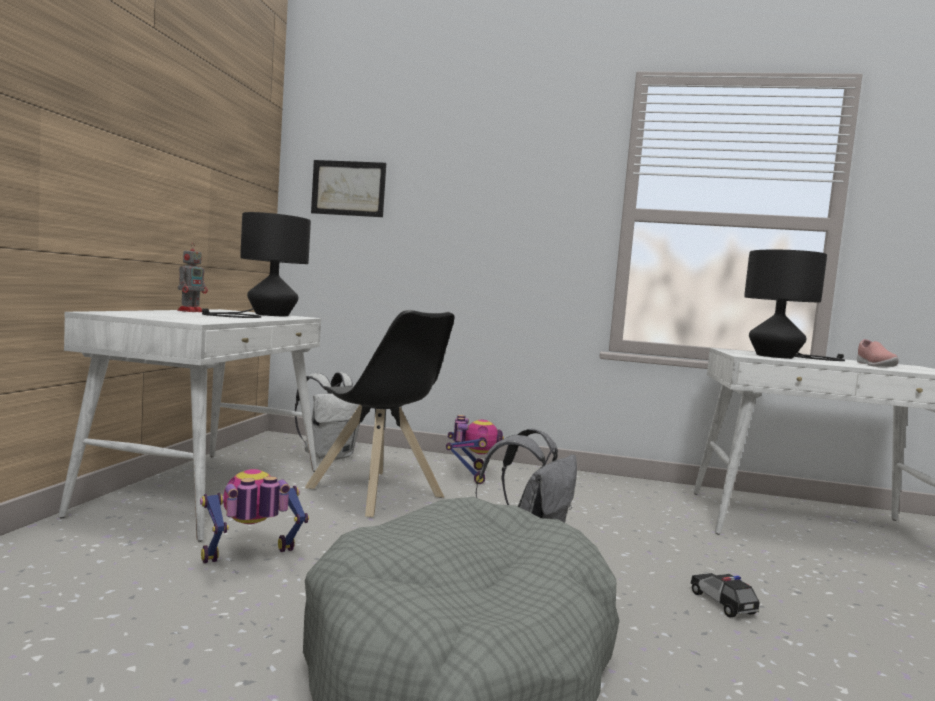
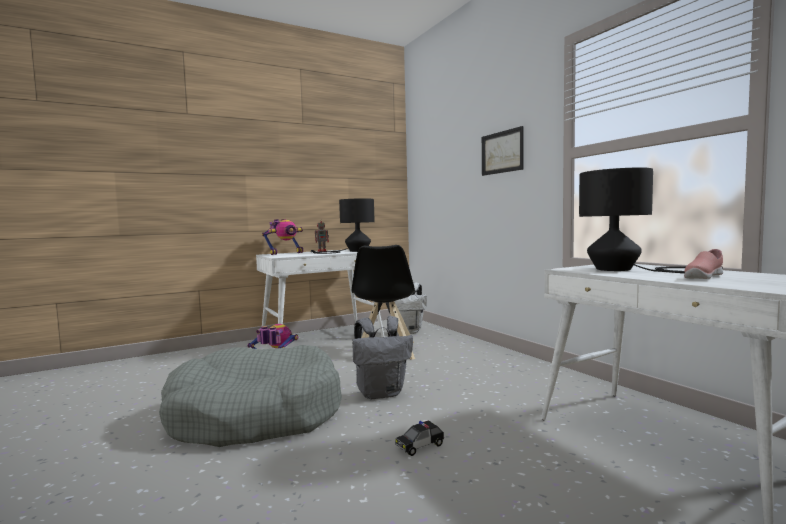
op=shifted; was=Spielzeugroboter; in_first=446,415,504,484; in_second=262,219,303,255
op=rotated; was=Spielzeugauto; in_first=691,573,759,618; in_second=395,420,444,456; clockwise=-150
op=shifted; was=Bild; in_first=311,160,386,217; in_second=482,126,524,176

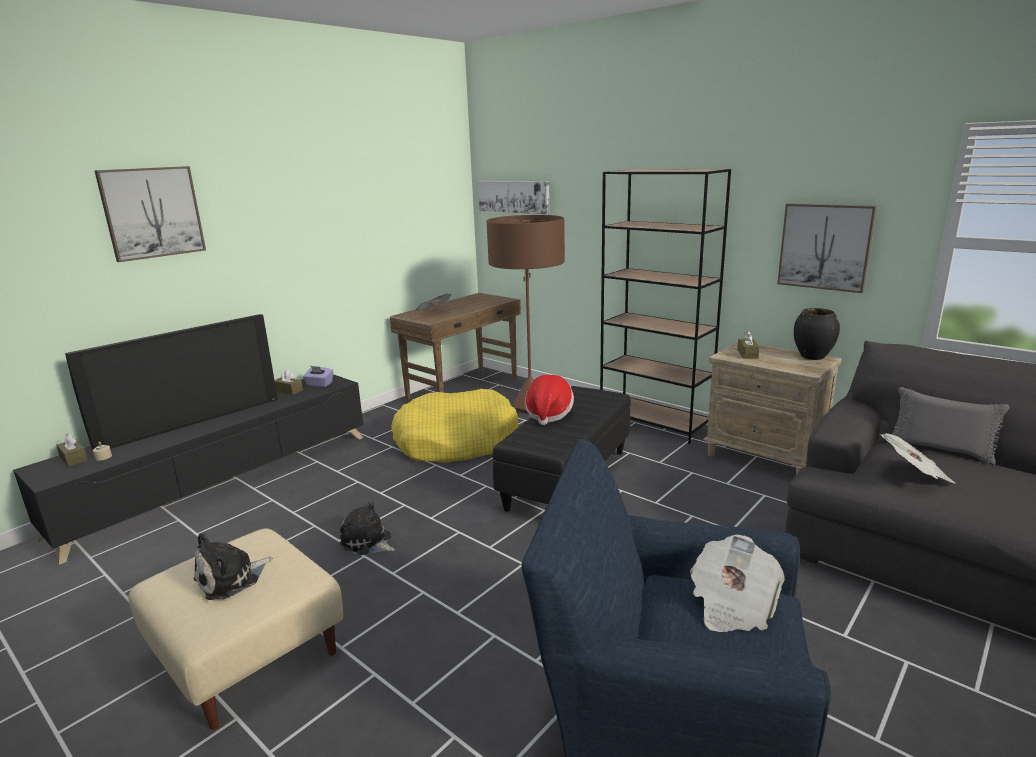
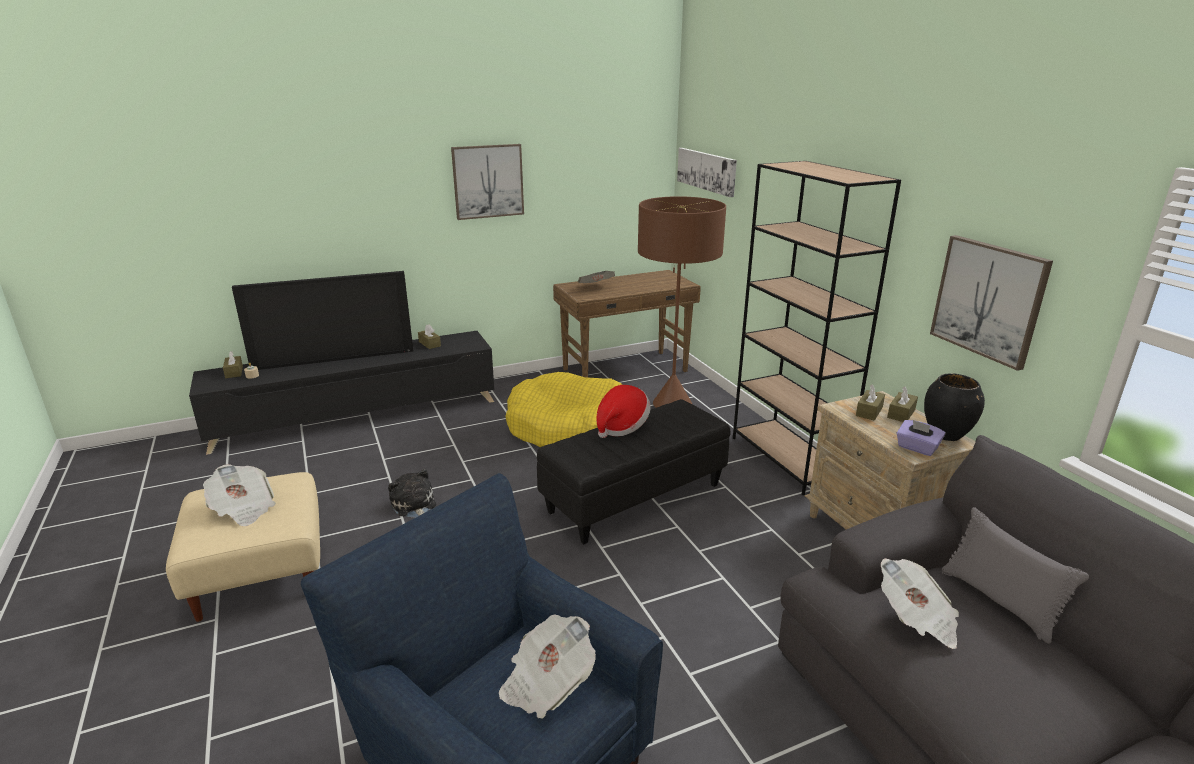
op=swapped; was=Plüschtier; now=Zeitung; in_first=193,532,272,600; in_second=203,464,276,526
op=shifted; was=Bild; in_first=94,166,206,262; in_second=451,144,524,220
op=new; now=Taschentuchbox/braun; in_second=887,386,918,422
op=shifted; was=Taschentuchbox/lila; in_first=303,366,333,387; in_second=896,420,945,456

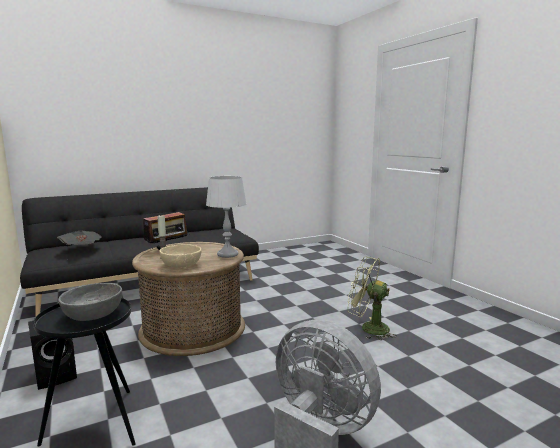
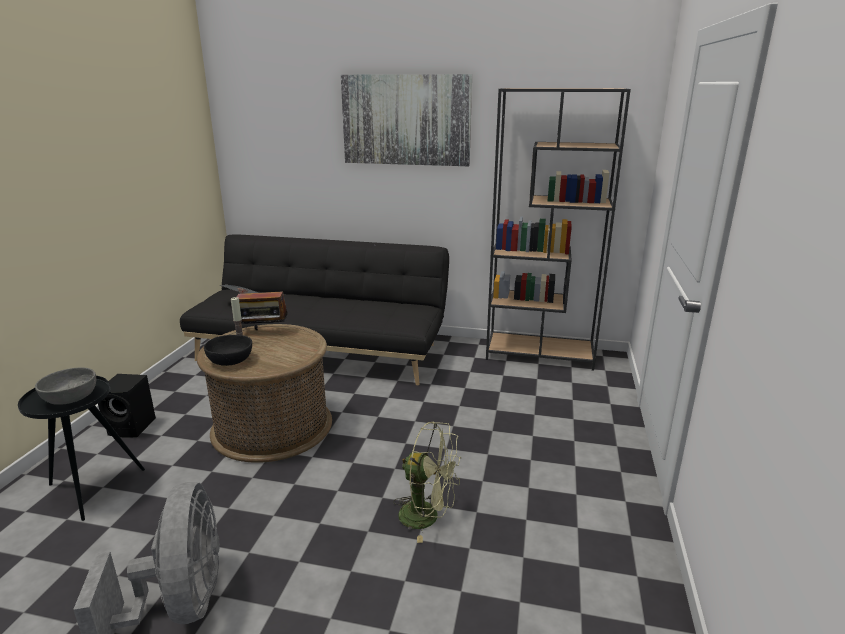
op=repainted; was=Schüssel/beige; now=Schüssel/schwarz; in_first=159,244,202,268; in_second=204,335,252,366
op=new; now=Bild; in_second=341,74,472,166
op=rotated; was=Ventilator/grün; in_first=348,257,397,340; in_second=393,422,461,543; clockwise=135
op=new; now=Bücherregal; in_second=486,88,631,371
op=gone; was=Tischlampe/grau; in_first=206,176,247,258

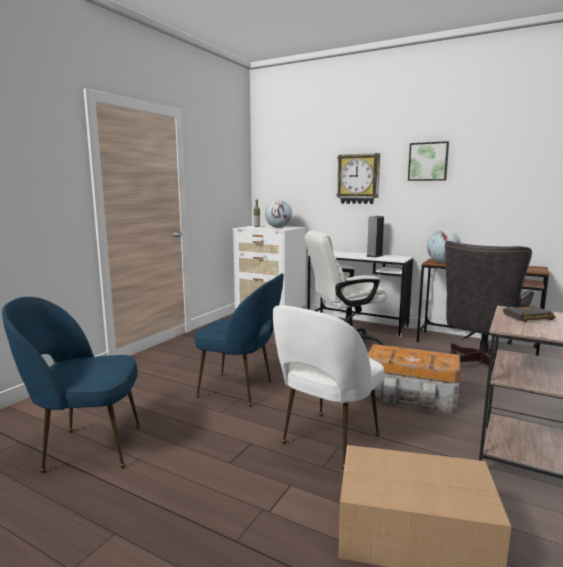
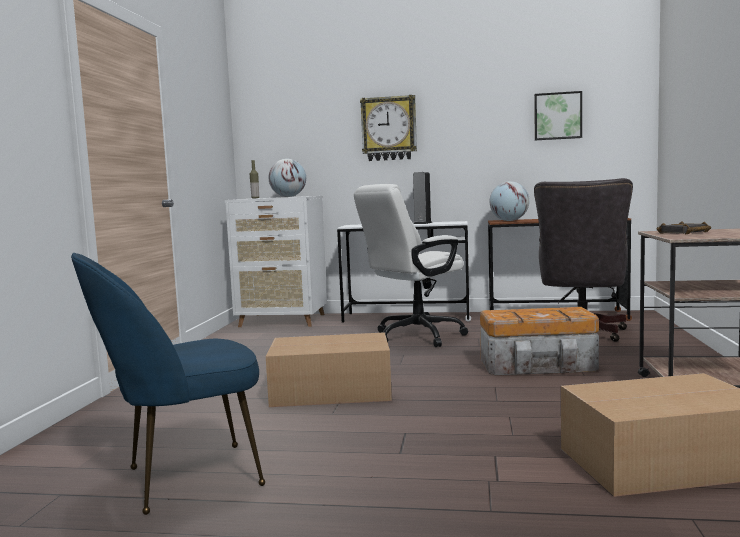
op=swapped; was=Stuhl/blau; now=Karton; in_first=195,273,284,406; in_second=266,332,392,407
op=shifted; was=Bild; in_first=408,141,449,181; in_second=534,91,582,140
op=gone; was=Stuhl/weiß; in_first=273,305,384,469

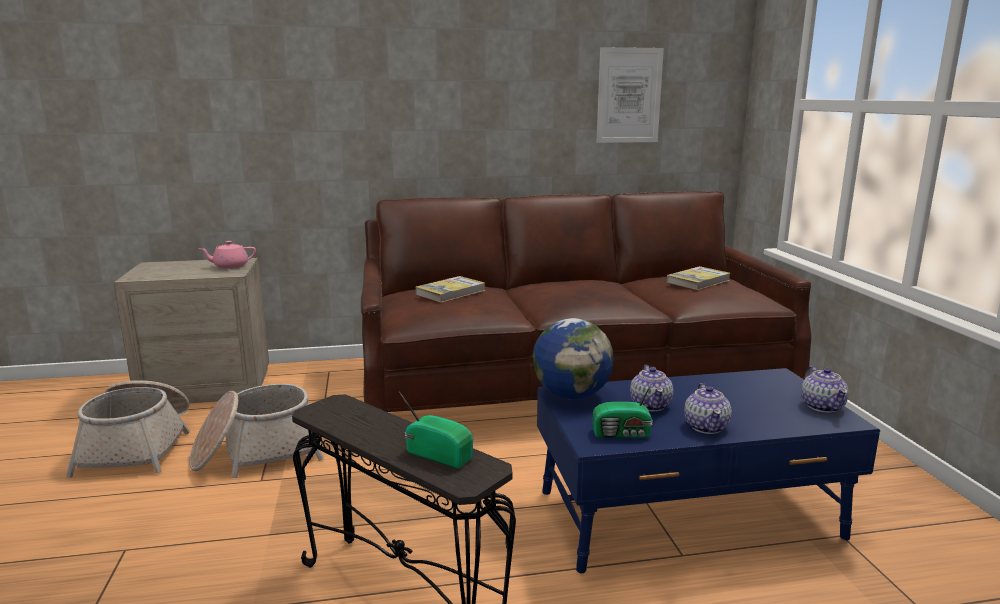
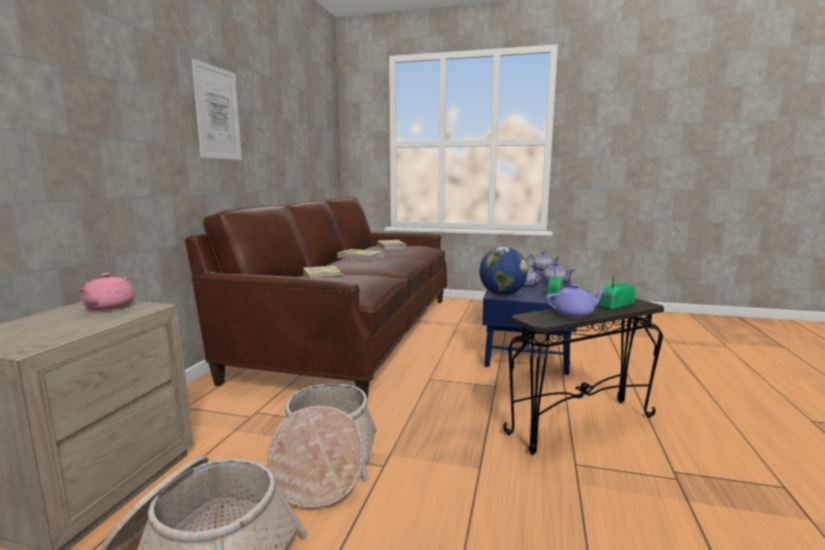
op=shifted; was=Bild; in_first=596,47,664,143; in_second=192,59,242,160
op=new; now=Buch; in_second=337,249,384,261
op=new; now=Teekanne/lila; in_second=546,284,606,318

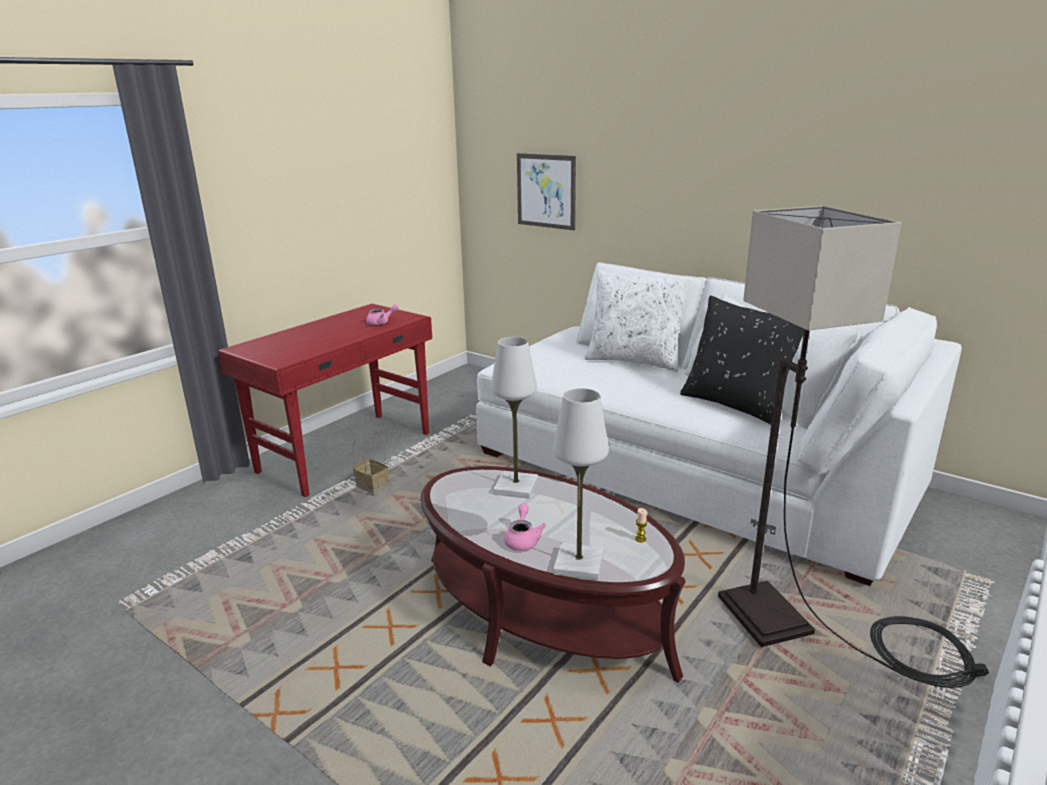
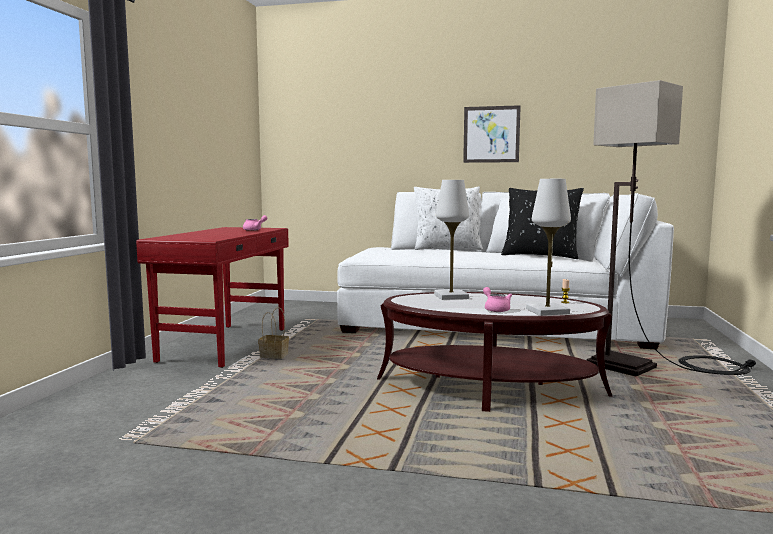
op=shifted; was=Bild; in_first=517,153,576,230; in_second=463,105,521,163

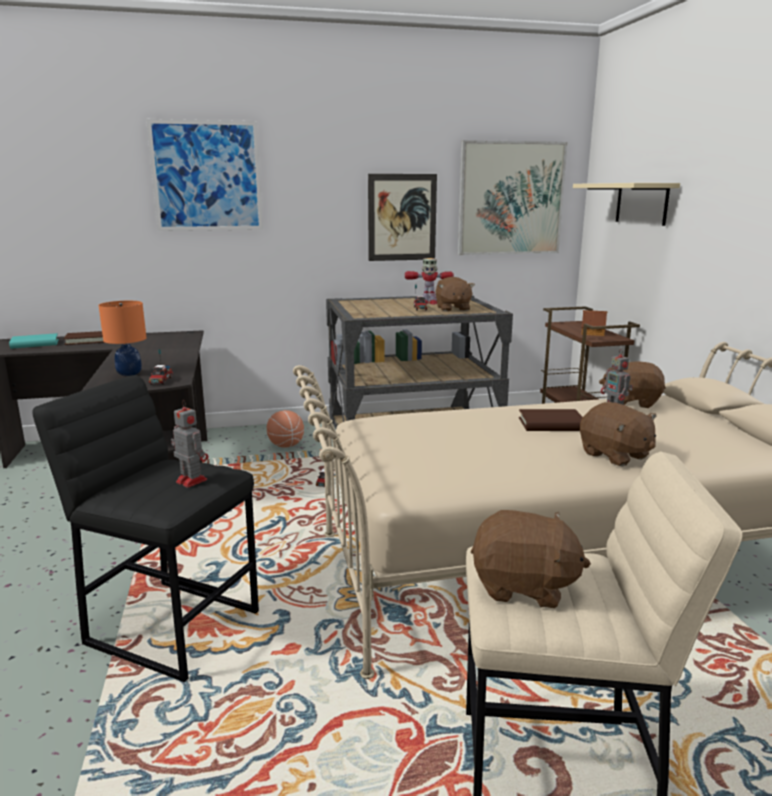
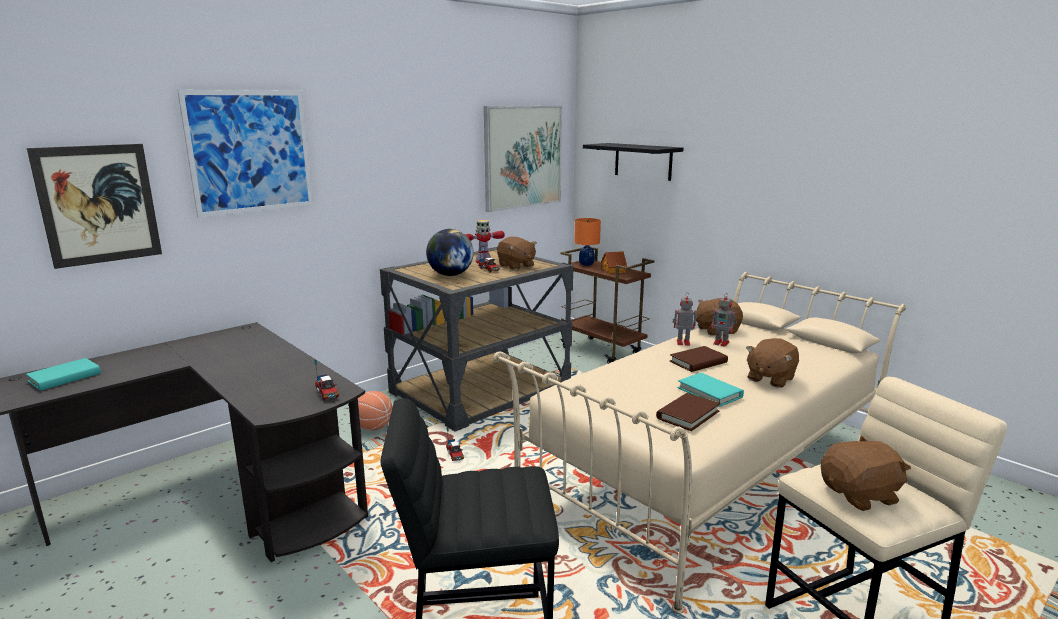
op=shifted; was=Bild; in_first=368,174,437,261; in_second=27,144,162,269
op=new; now=Globus; in_second=426,229,474,276
op=shifted; was=Tischlampe/orange; in_first=99,301,147,376; in_second=574,218,601,266
op=repainted; was=Wandregal/beige; now=Wandregal/schwarz; in_first=573,183,680,226; in_second=583,143,684,181
op=shifted; was=Buch/braun; in_first=64,331,105,345; in_second=656,393,720,431
op=shifted; was=Spielzeugroboter; in_first=171,401,208,488; in_second=673,294,697,346
op=new; now=Buch/türkis; in_second=678,373,744,407
op=rotated; was=Plüschtier/braun; in_first=580,402,656,467; in_second=746,338,799,388; clockwise=105

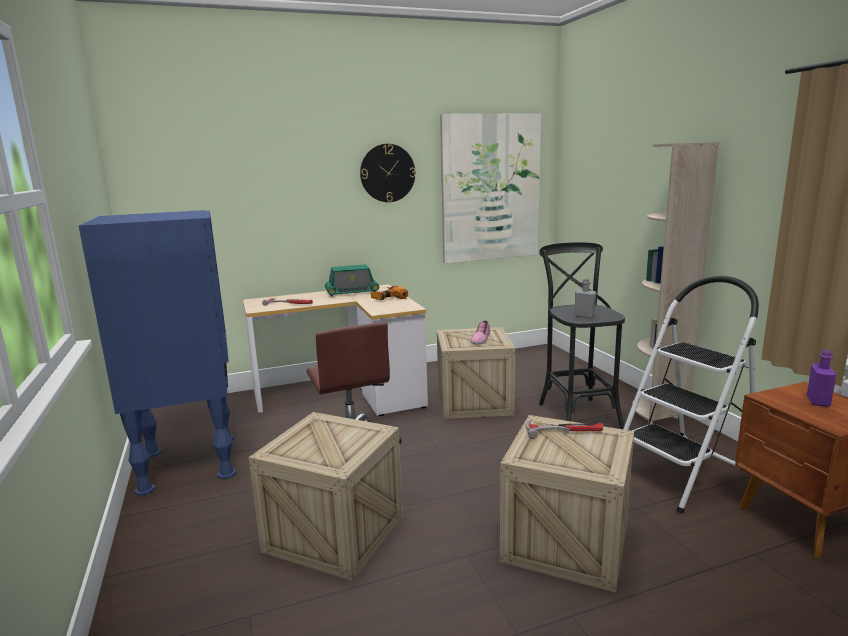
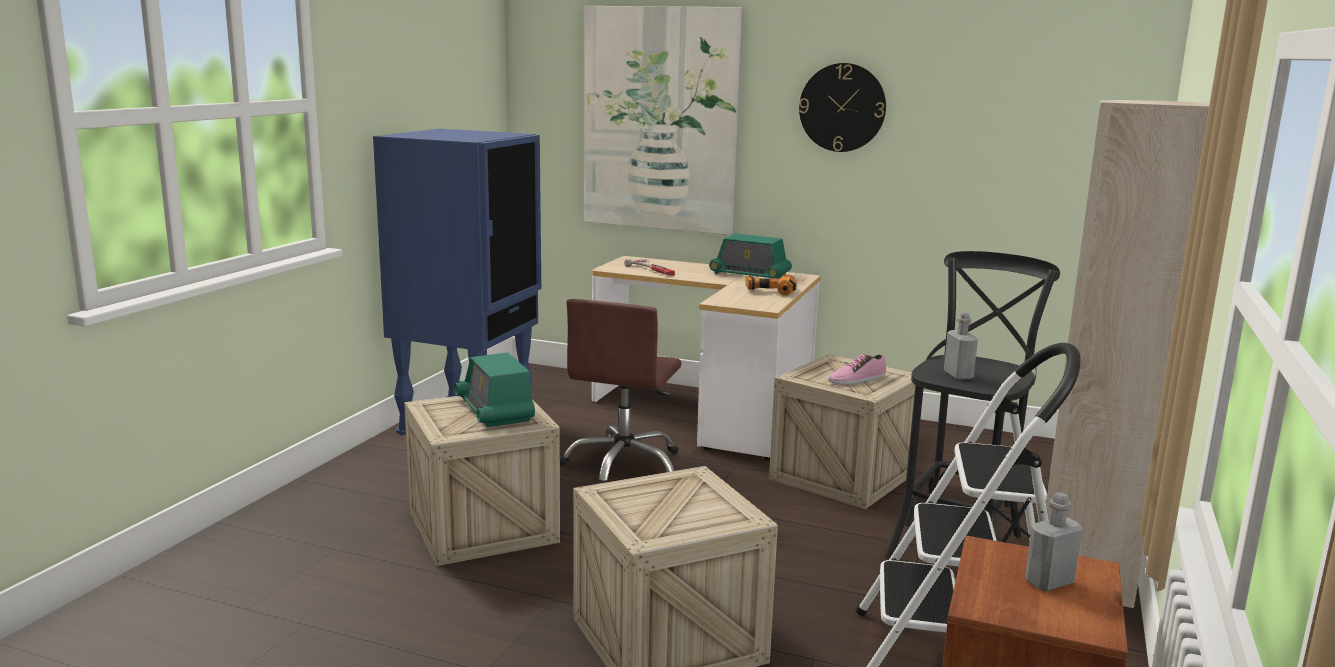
op=new; now=Radio; in_second=454,352,535,427
op=shifted; was=Bild; in_first=440,113,541,264; in_second=584,6,744,235
op=repainted; was=Flasche/lila; now=Flasche/grau; in_first=807,350,837,407; in_second=1025,492,1083,592
op=gone; was=Hammer; in_first=526,419,603,439

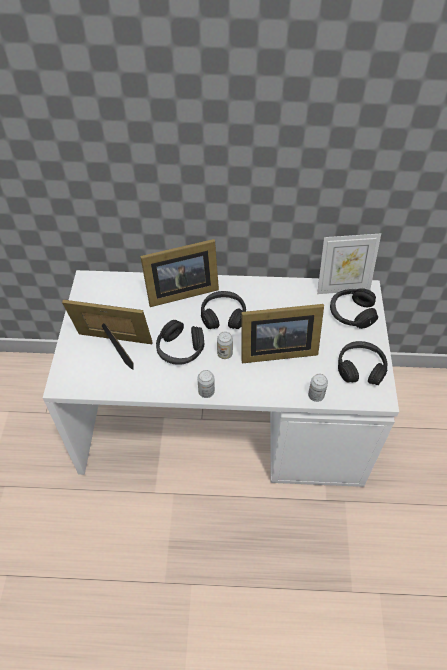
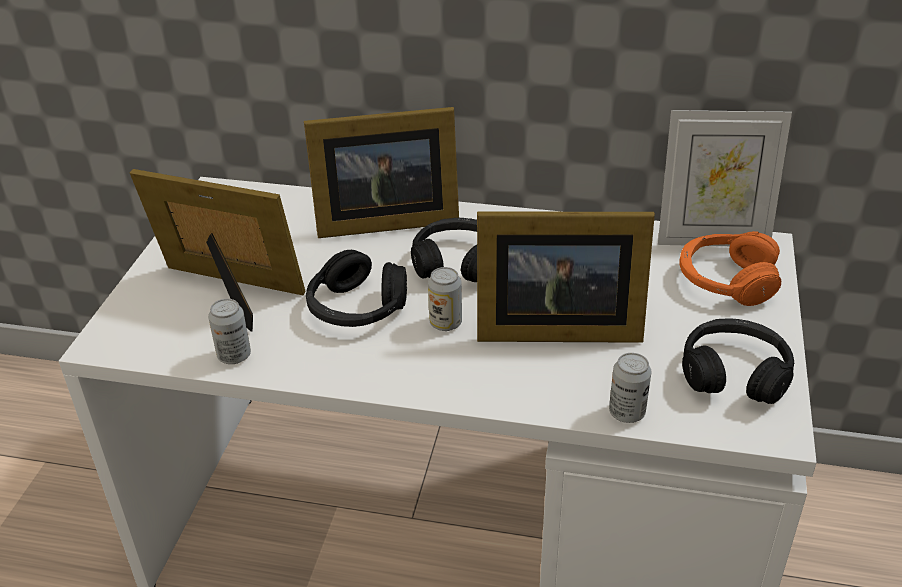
op=shifted; was=Dose; in_first=198,370,215,398; in_second=208,299,251,364
op=repainted; was=Kopfhörer/schwarz; now=Kopfhörer/orange; in_first=330,289,378,329; in_second=680,231,781,306

